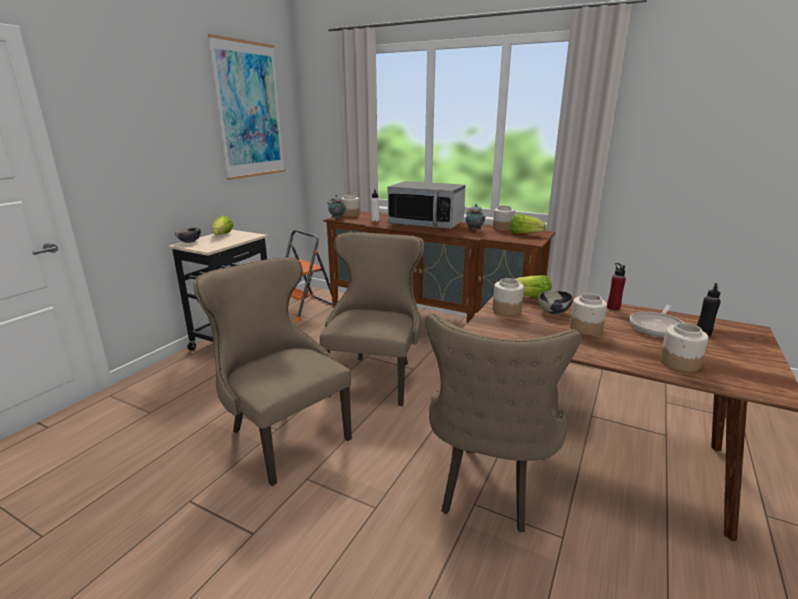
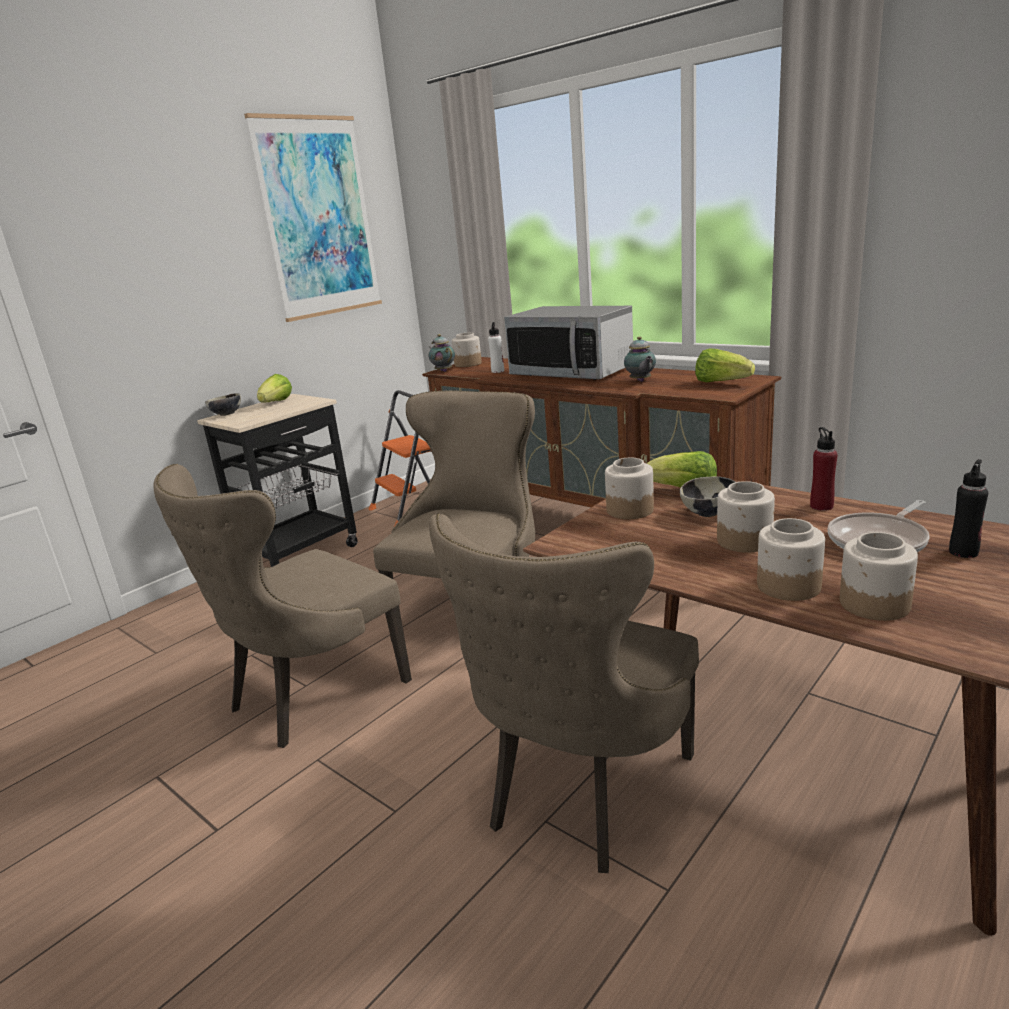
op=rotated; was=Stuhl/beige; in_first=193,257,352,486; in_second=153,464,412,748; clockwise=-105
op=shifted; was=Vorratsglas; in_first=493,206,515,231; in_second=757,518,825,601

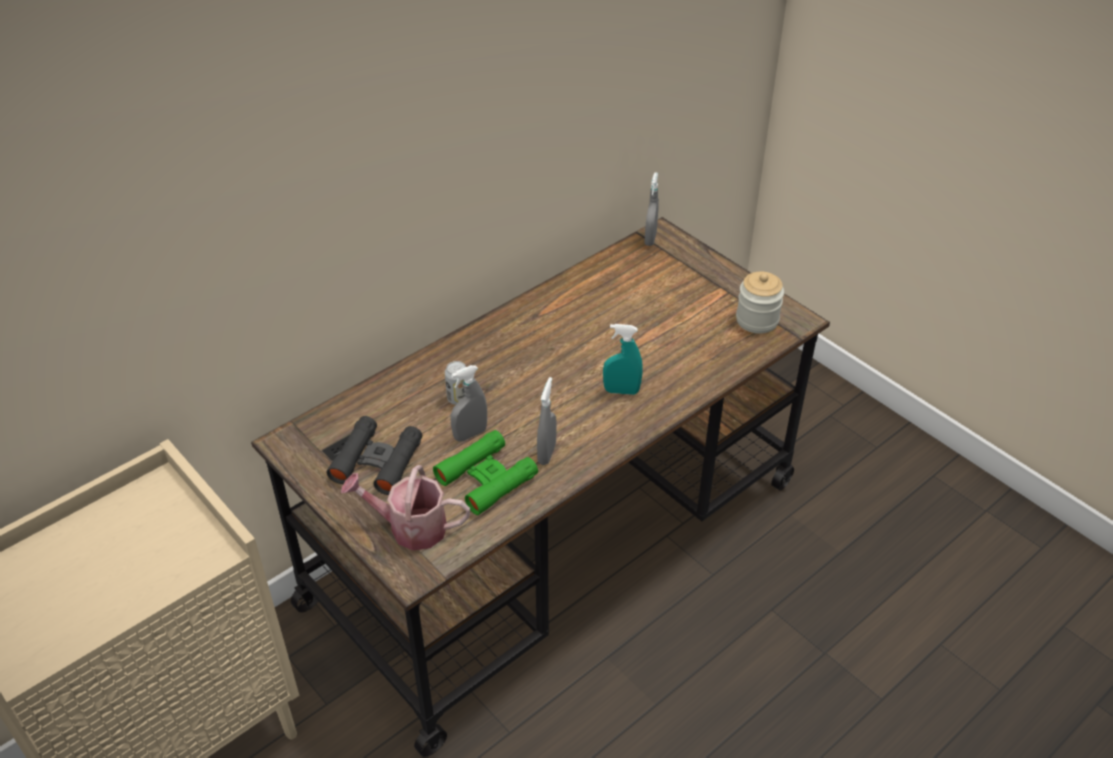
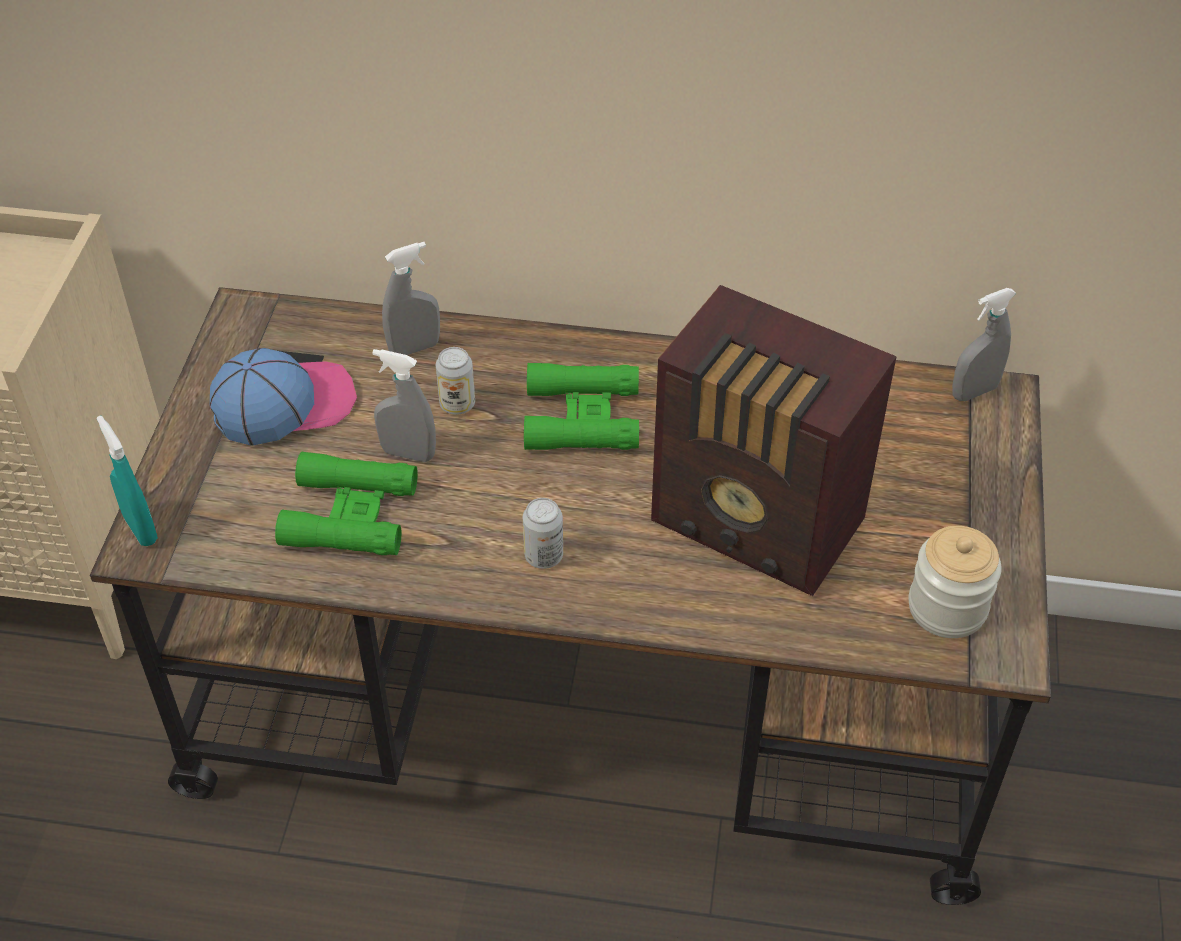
op=shifted; was=Sprühflasche/türkis; in_first=603,324,643,395; in_second=97,416,158,546
op=swapped; was=Fernglas/schwarz; now=Kappe; in_first=327,416,422,495; in_second=209,348,357,446
op=shifted; was=Sprühflasche/grau; in_first=537,377,557,465; in_second=382,242,440,355
op=new; now=Dose; in_second=523,498,563,569
op=new; now=Fernglas/grün; in_second=524,363,639,450
op=new; now=Radio; in_second=651,285,896,596
op=gone; was=Gießkanne; in_first=341,465,470,550

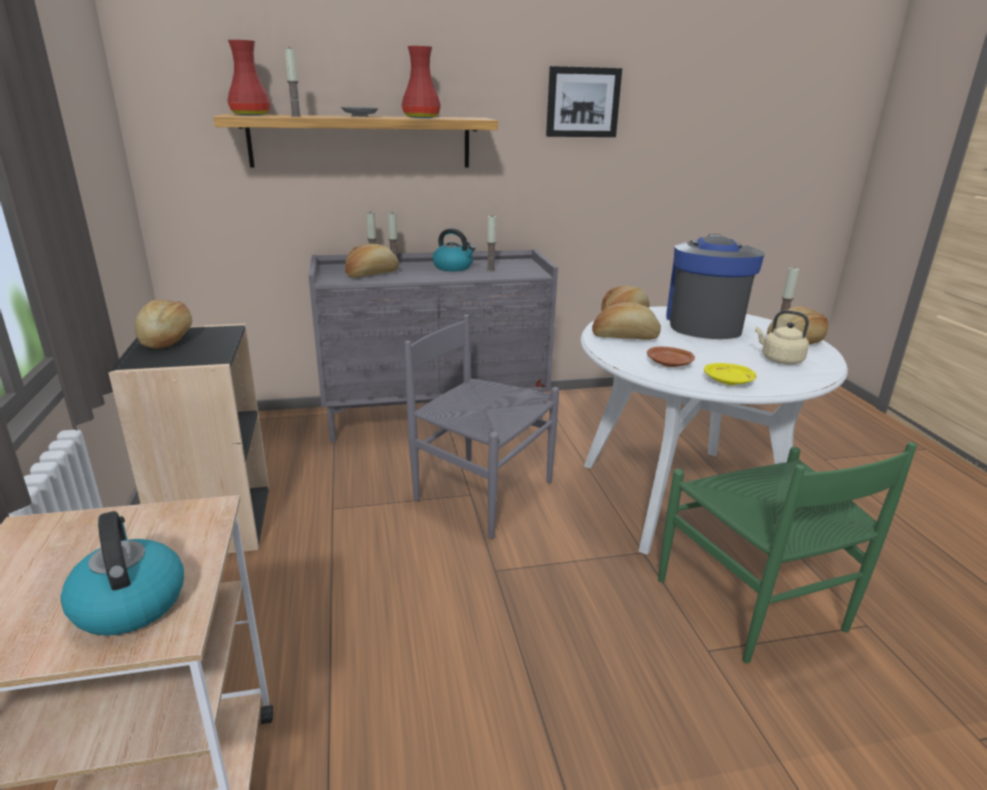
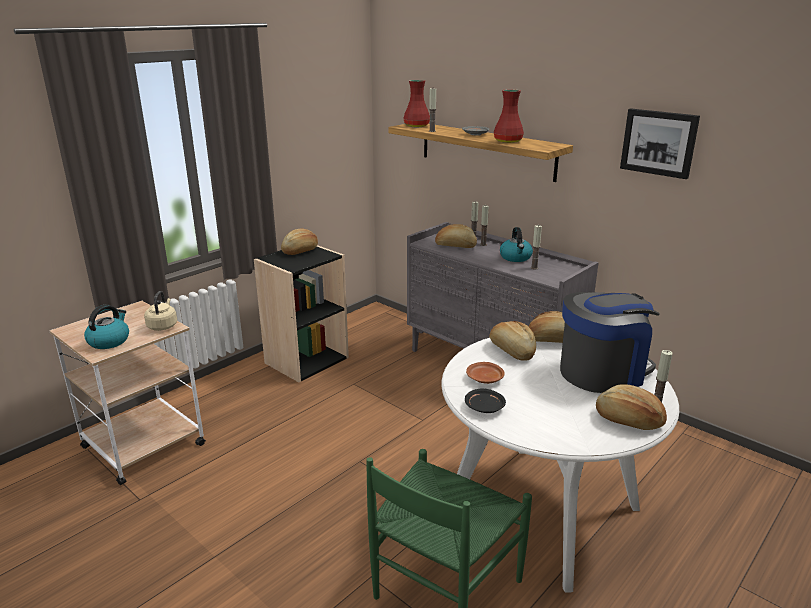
op=shifted; was=Wasserkessel/beige; in_first=755,310,809,364; in_second=144,291,177,331
op=repainted; was=Teller/gelb; now=Teller/schwarz; in_first=704,363,757,385; in_second=465,388,506,413
op=gone; was=Stuhl/grau; in_first=405,315,559,539

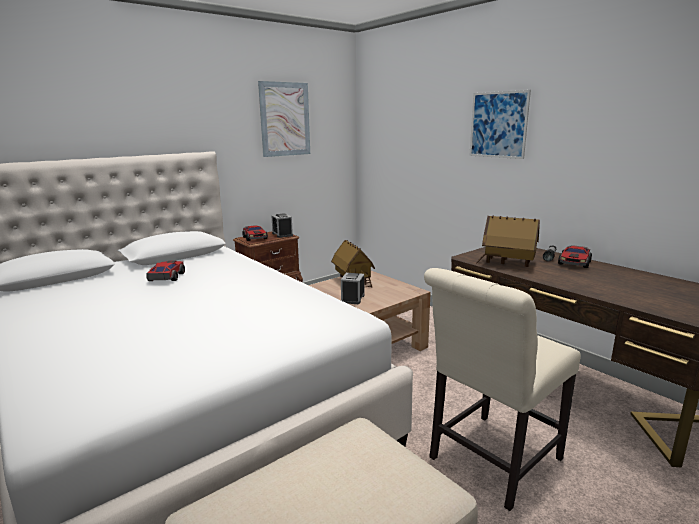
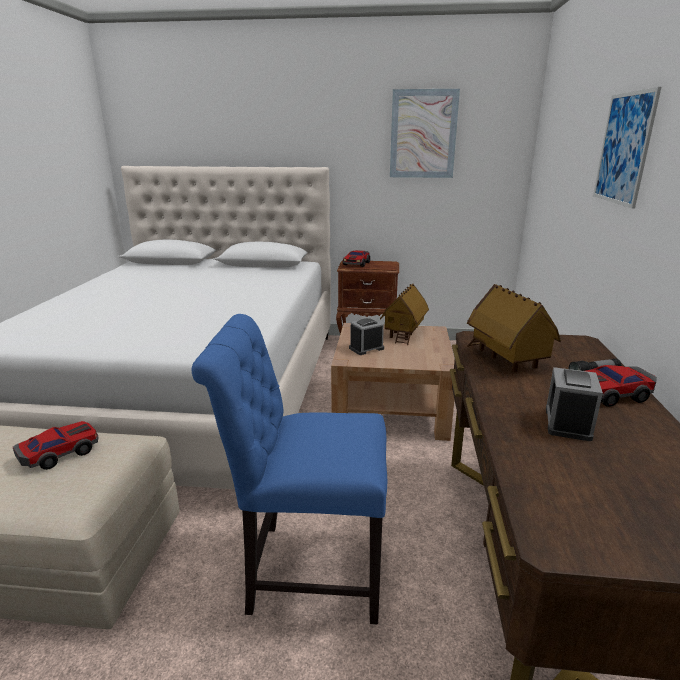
op=shifted; was=Spielzeugauto; in_first=146,260,185,281; in_second=13,421,99,470
op=repainted; was=Stuhl/beige; now=Stuhl/blau; in_first=424,268,581,511; in_second=191,314,387,624
op=shifted; was=Wecker; in_first=271,213,293,238; in_second=546,367,603,441

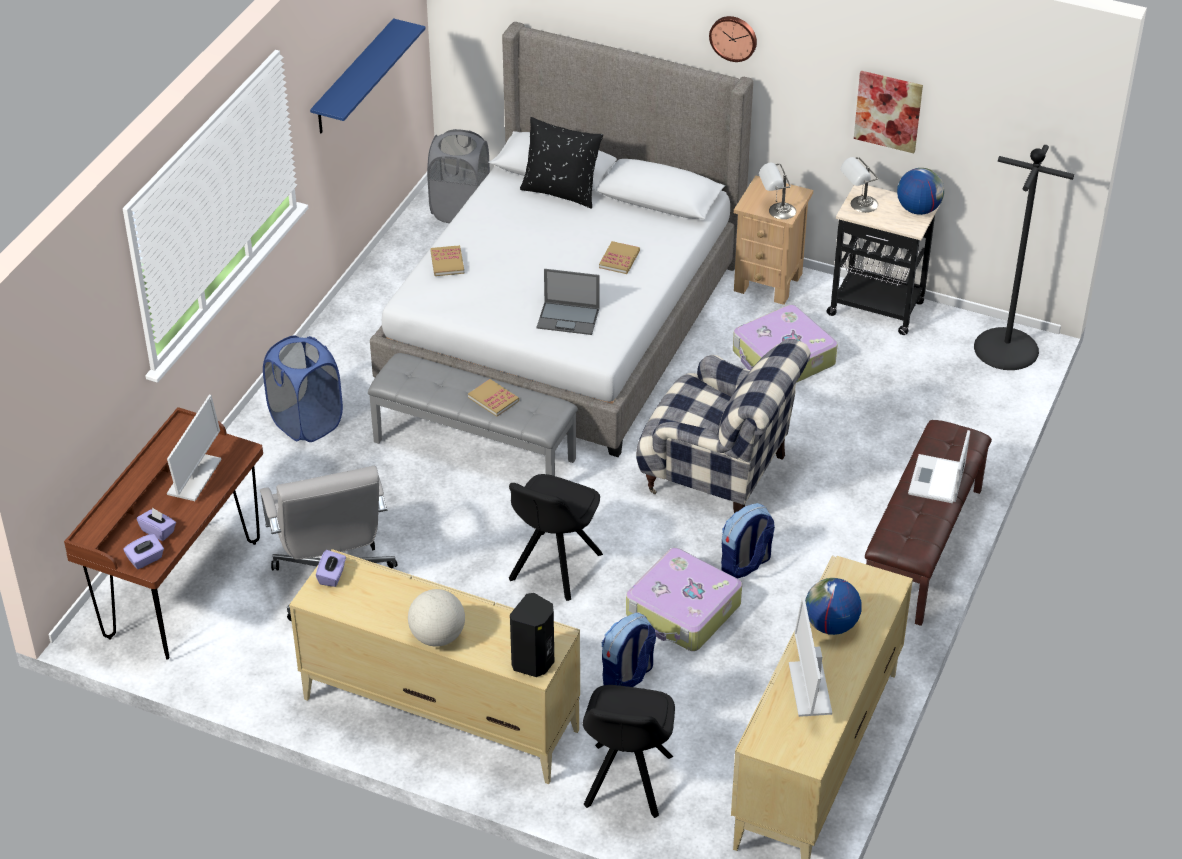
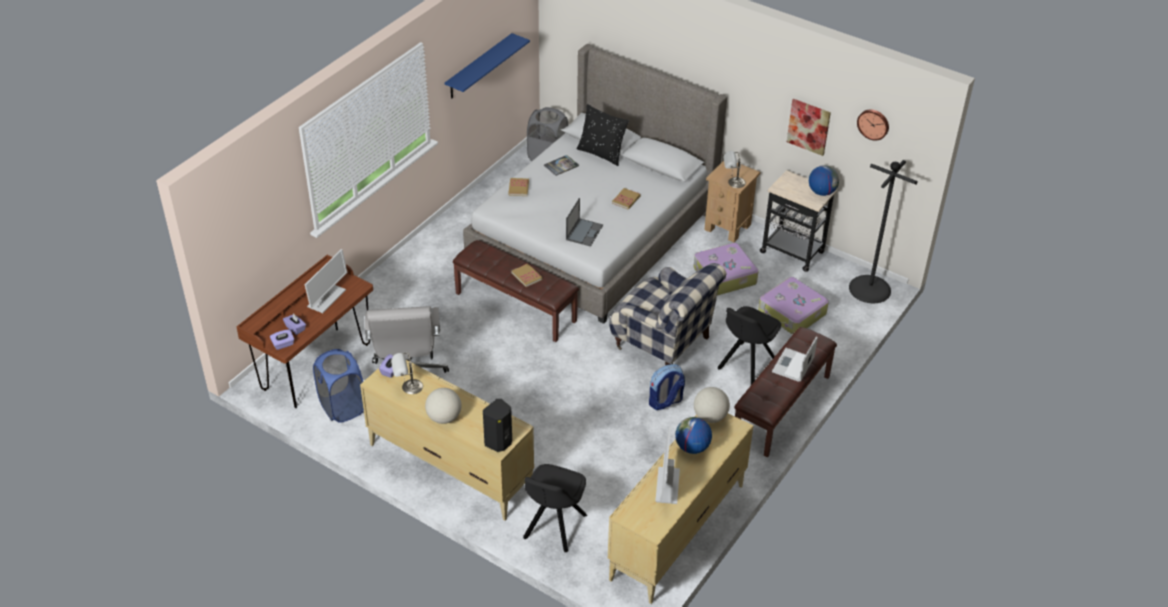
op=shifted; was=Wäschekorb/blau; in_first=263,336,343,442; in_second=313,349,364,423
op=shifted; was=Tischlampe/weiß; in_first=840,157,878,213; in_second=391,353,423,394
op=repainted; was=Bank/grau; now=Bank/braun; in_first=368,353,578,476; in_second=453,240,579,342
op=new; now=Buch; in_second=544,155,579,176
op=rotated; was=Laptop; in_first=537,269,600,335; in_second=566,198,603,247; clockwise=-90
op=new; now=Globus; in_second=694,387,730,423
op=shifted; was=Stuhl/schwarz; in_first=509,474,603,601; in_second=718,306,781,385
op=shifted; was=Koffer; in_first=626,548,742,651; in_second=758,277,829,335
op=shifted; was=Wanduhr; in_first=709,16,757,62; in_second=857,109,889,141
op=gone; was=Rucksack; in_first=602,613,656,687

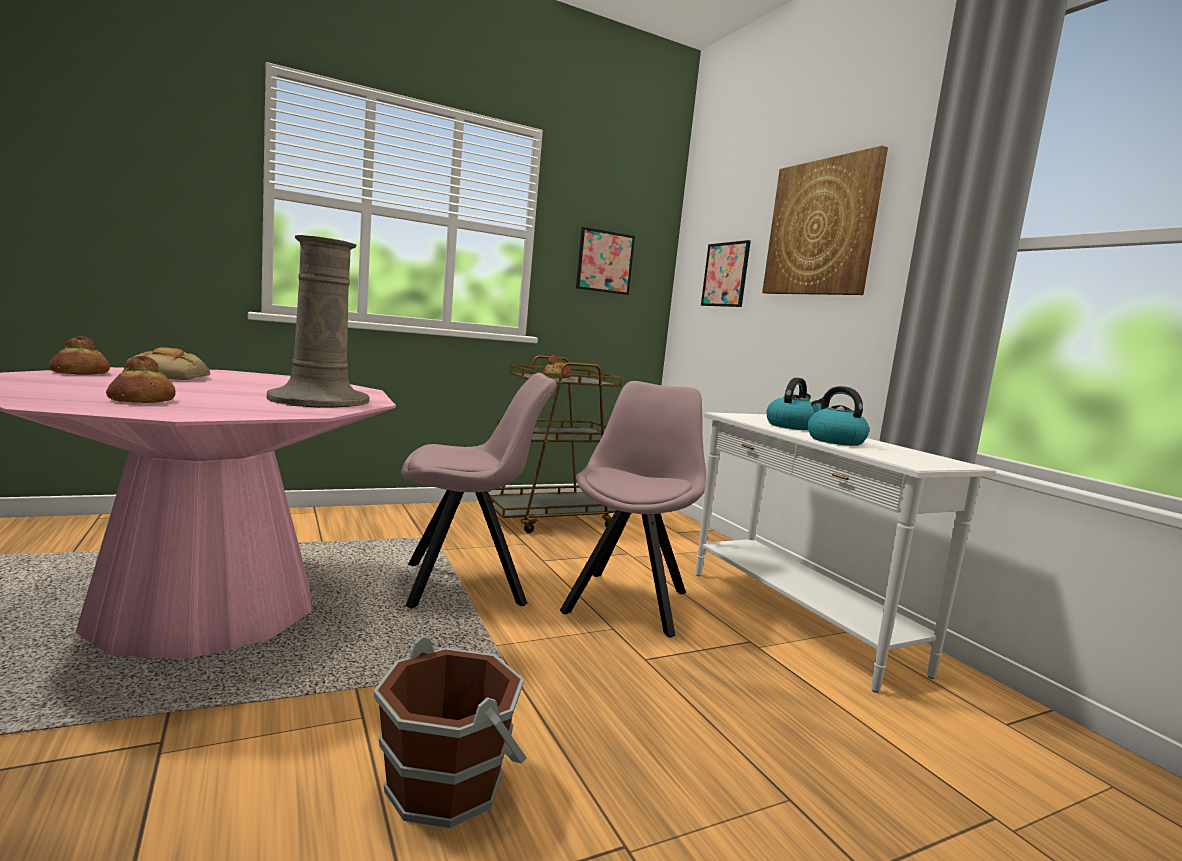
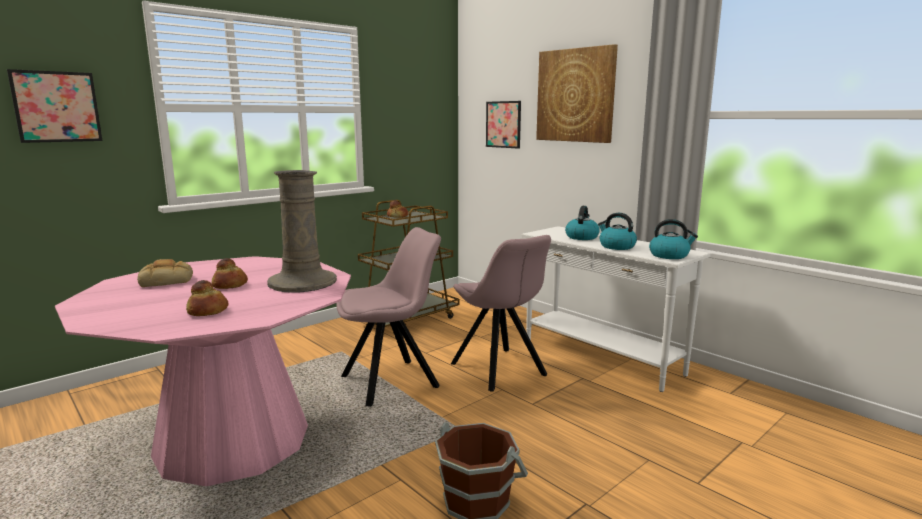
op=shifted; was=Bild; in_first=576,227,635,295; in_second=7,69,102,143
op=shifted; was=Brot; in_first=49,336,110,375; in_second=211,258,248,289
op=rotated; was=Stuhl/rosa; in_first=560,381,706,637; in_second=451,235,551,392; clockwise=150
op=new; now=Wasserkessel; in_second=649,219,698,259

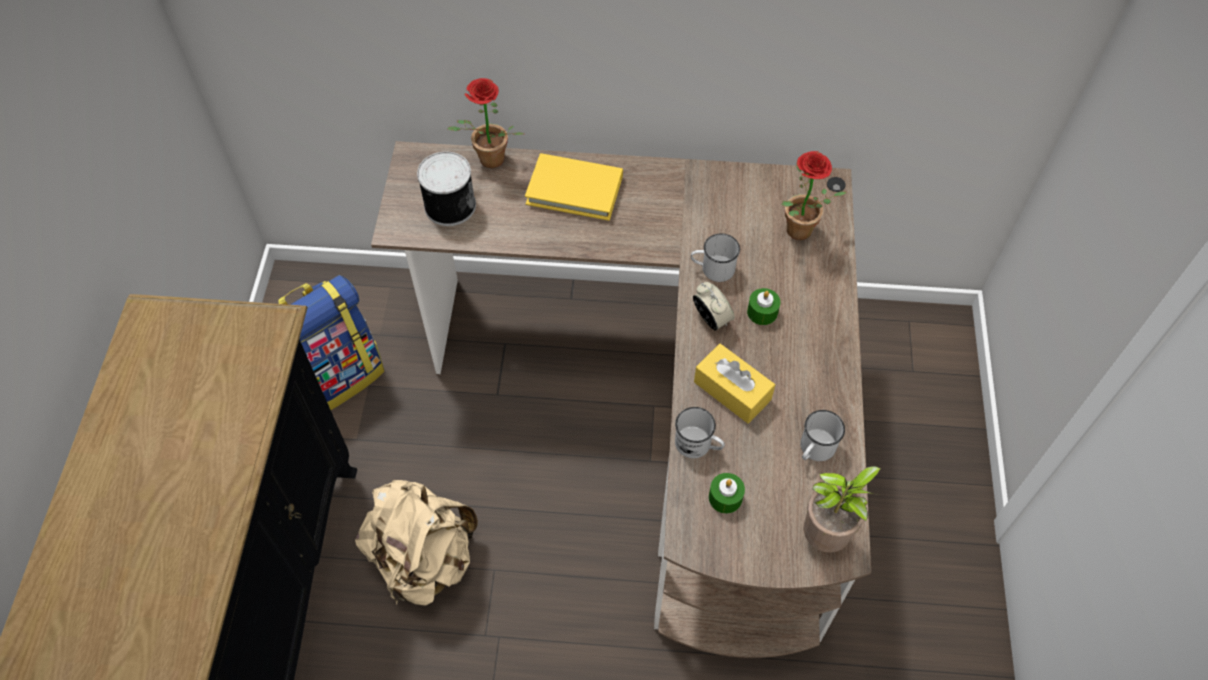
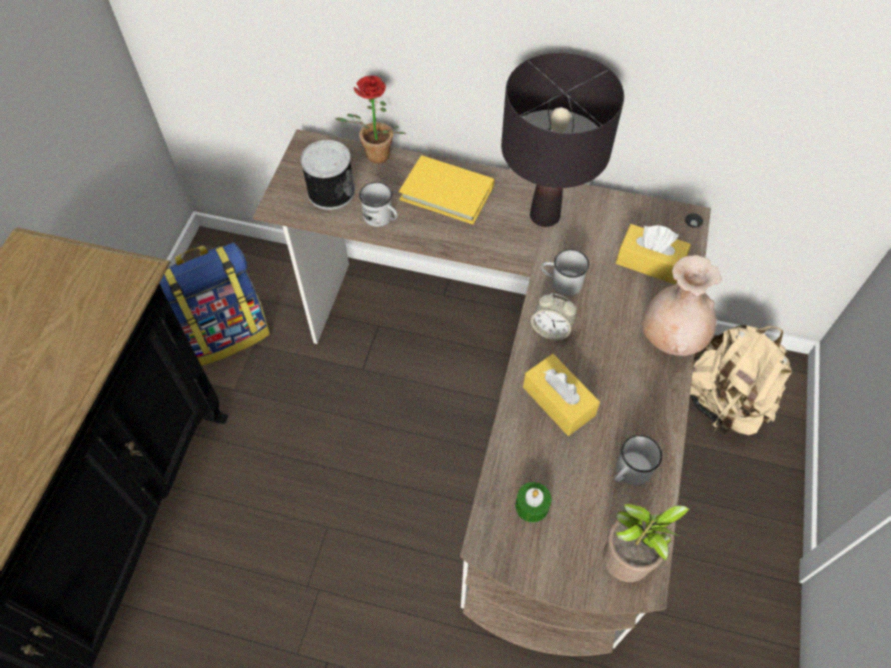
op=shifted; was=Henkelbecher/weiß; in_first=675,407,725,458; in_second=359,182,398,227
op=new; now=Tischlampe/schwarz; in_second=501,52,624,227
op=rotated; was=Wecker; in_first=693,282,735,331; in_second=531,293,577,340; clockwise=135
op=swapped; was=Topfpflanze; now=Taschentuchbox/gelb; in_first=781,151,847,240; in_second=616,224,691,284
op=new; now=Vase/beige; in_second=642,255,722,356
op=shifted; was=Rucksack/beige; in_first=355,480,478,606; in_second=690,325,792,435
op=gone; was=Kerze/grün; in_first=747,288,780,325

